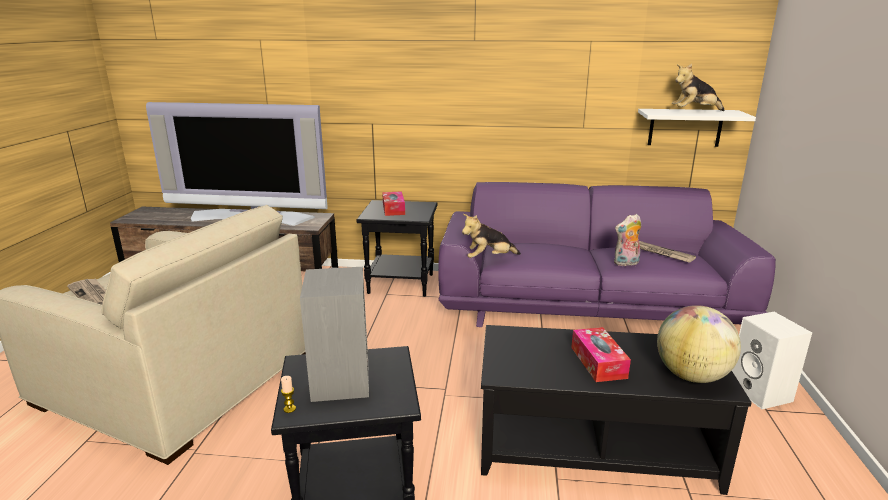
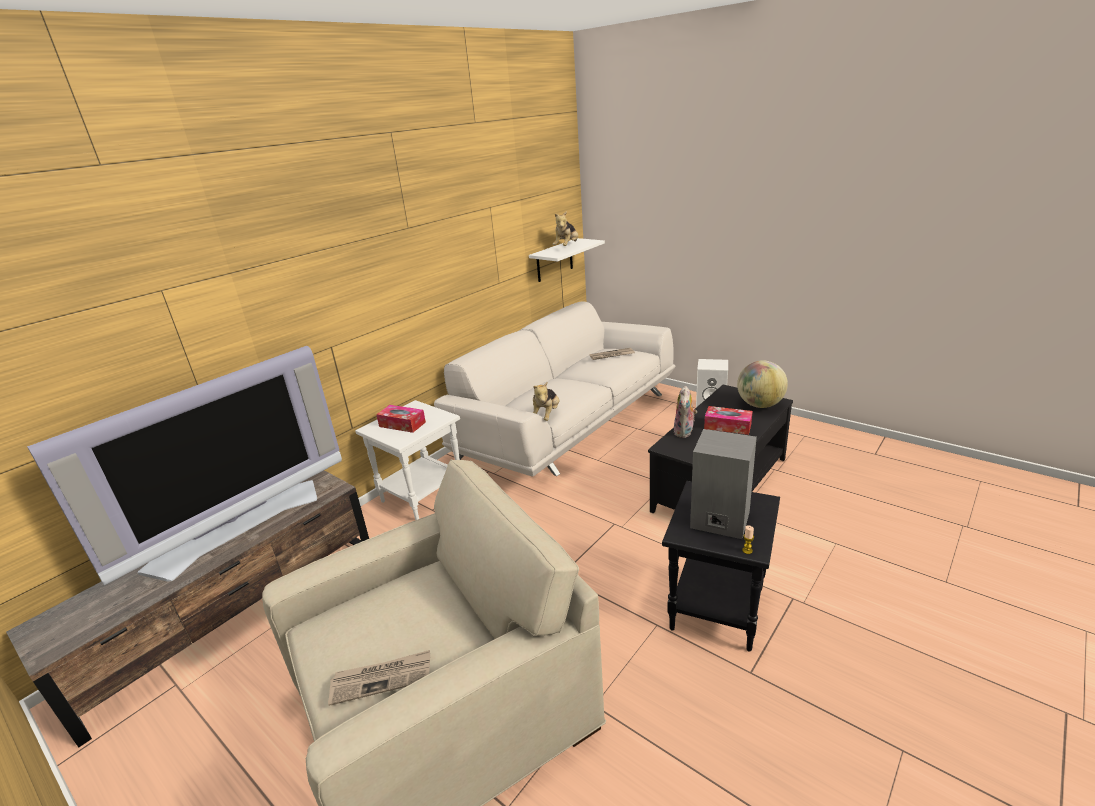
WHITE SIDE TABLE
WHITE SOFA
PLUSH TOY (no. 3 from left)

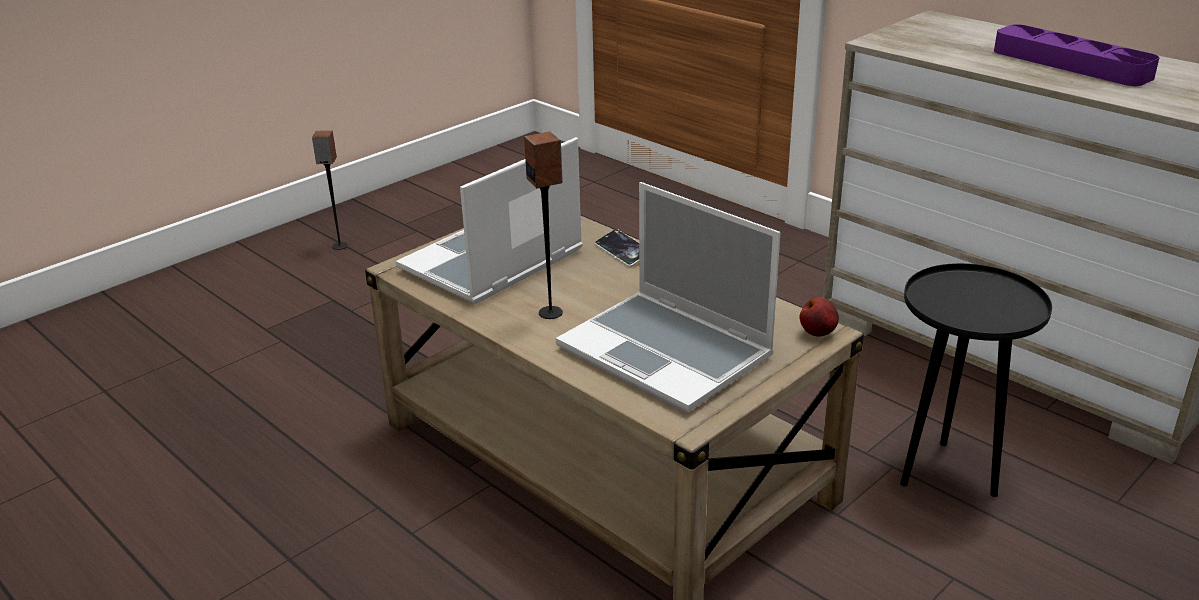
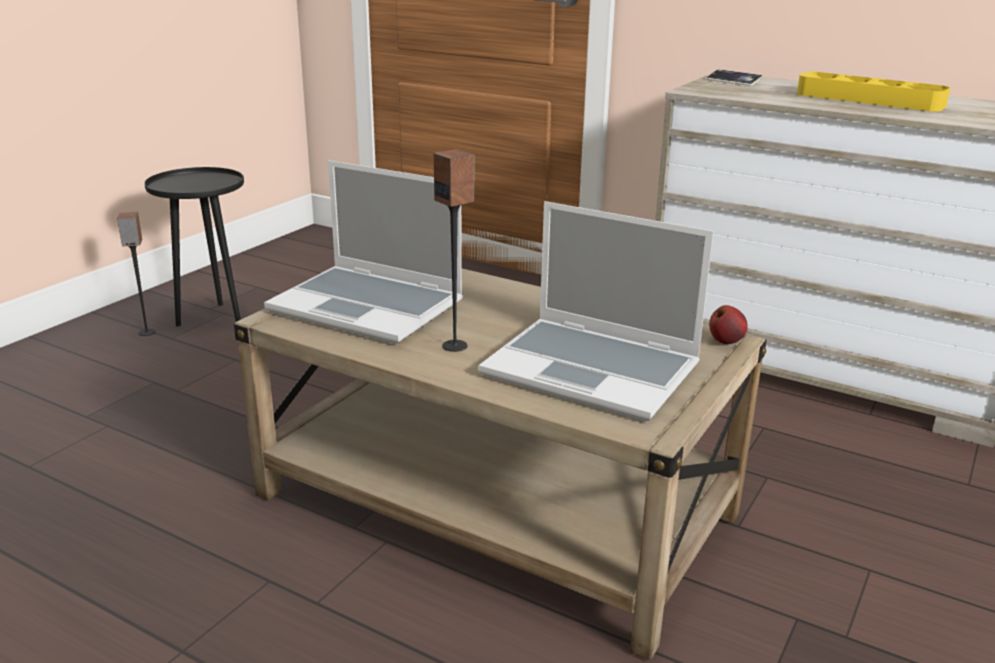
LAPTOP (no. 1 from left)
PHONE
BLACK SIDE TABLE
YELLOW TRAY

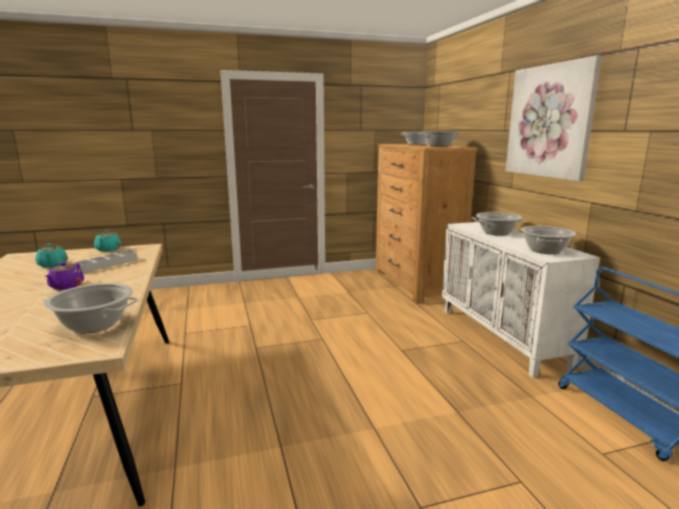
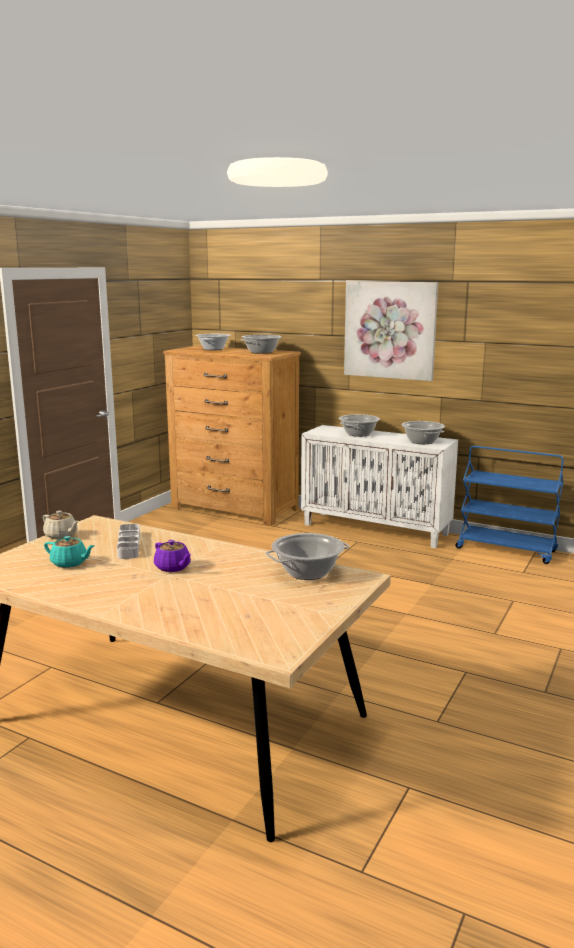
BEIGE TEAPOT

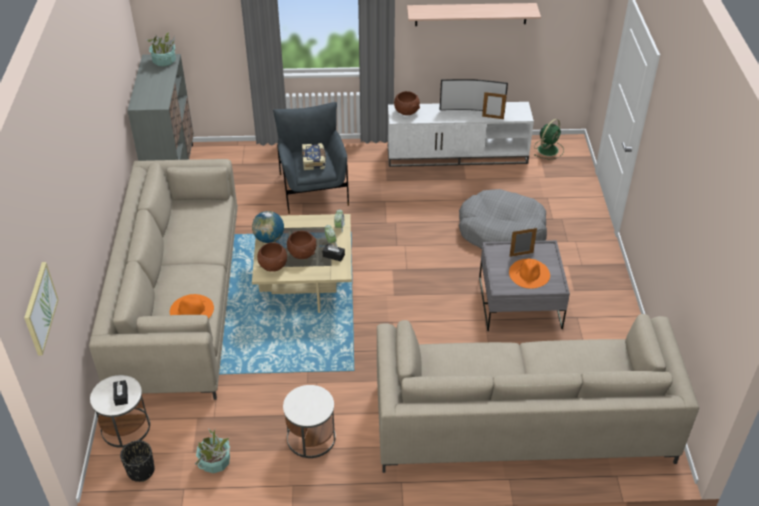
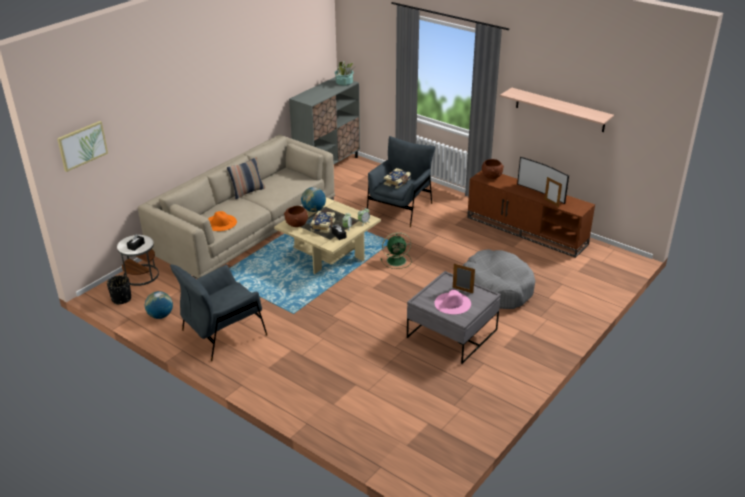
GLOBE (no. 1 from left)
GREY ARMCHAIR (no. 1 from left)
BOOK (no. 1 from left)
BEIGE SOFA (no. 2 from left in the first image)
BROWN TV STAND
PINK HAT
GREEN FAN
PILLOW

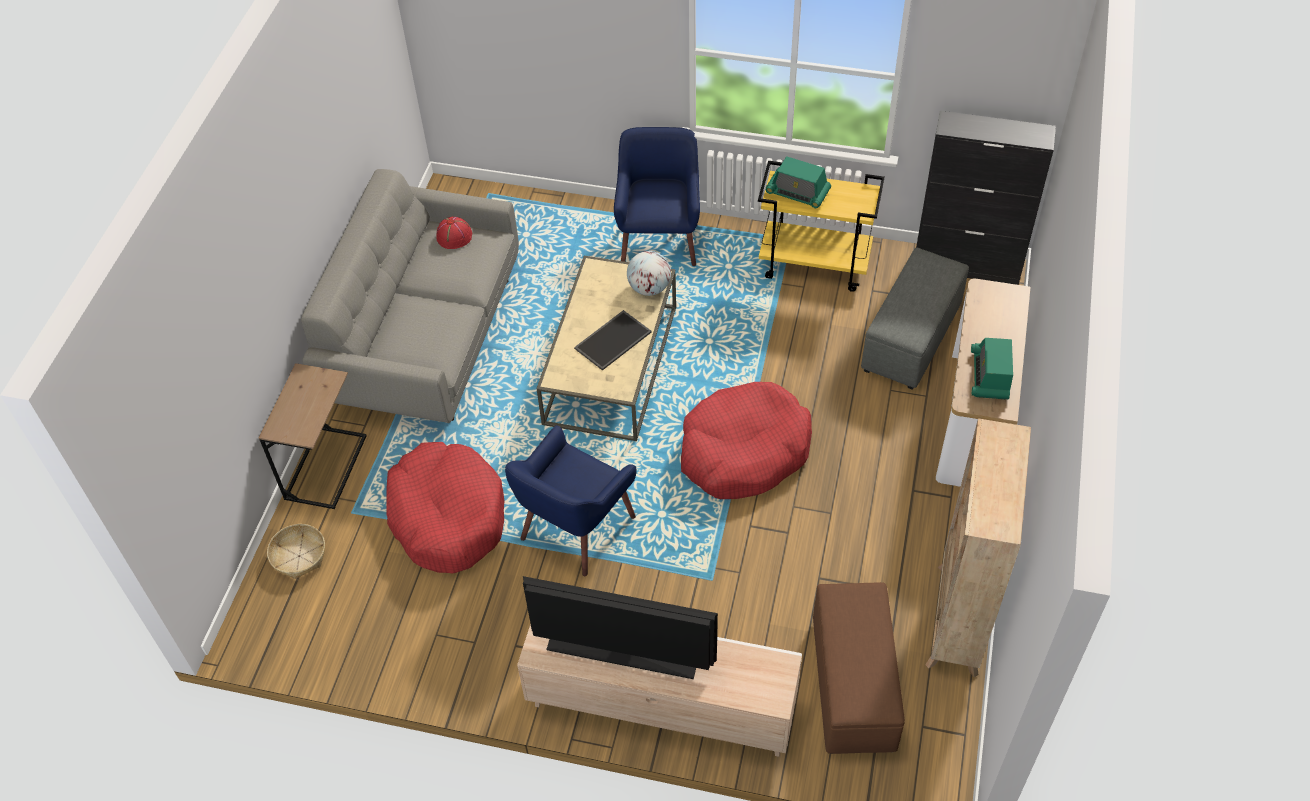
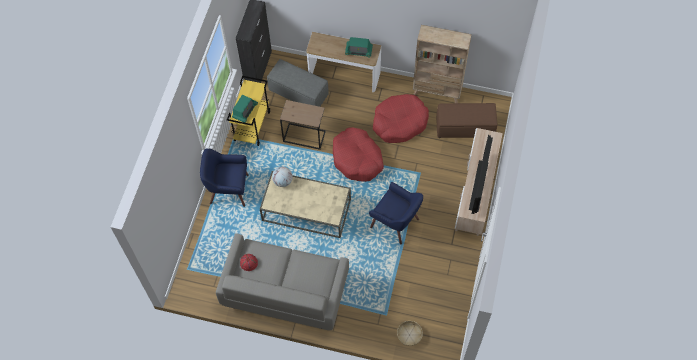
BROWN SIDE TABLE
RED DOG BED (no. 2 from left)
TRAY

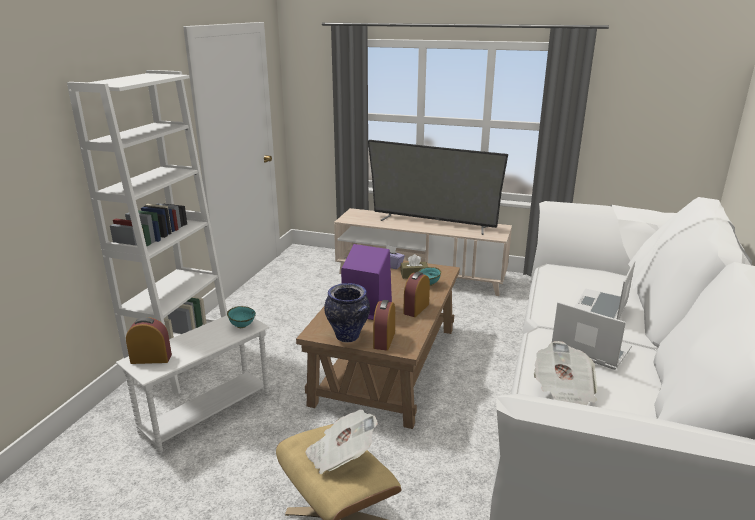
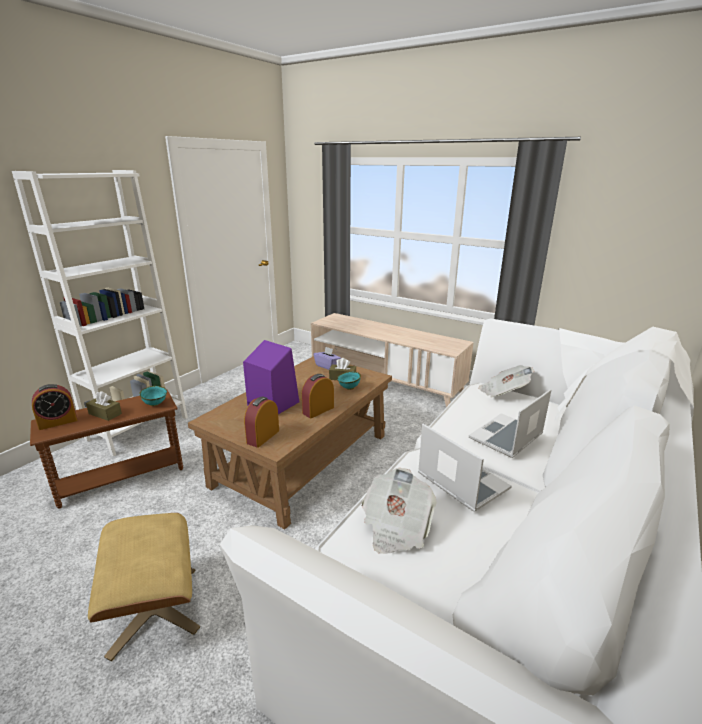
BROWN SIDE TABLE
ALARM CLOCK (no. 1 from left)
NEWSPAPER (no. 2 from left)
VASE
TELEVISION
BROWN TISSUE BOX (no. 1 from left)

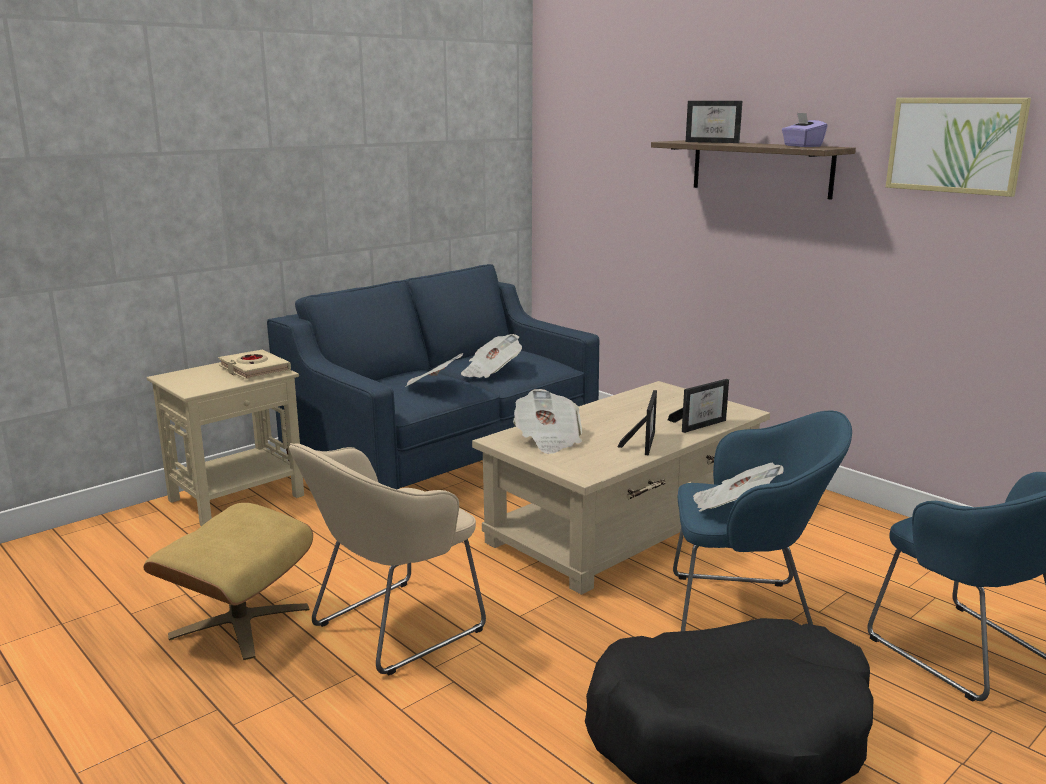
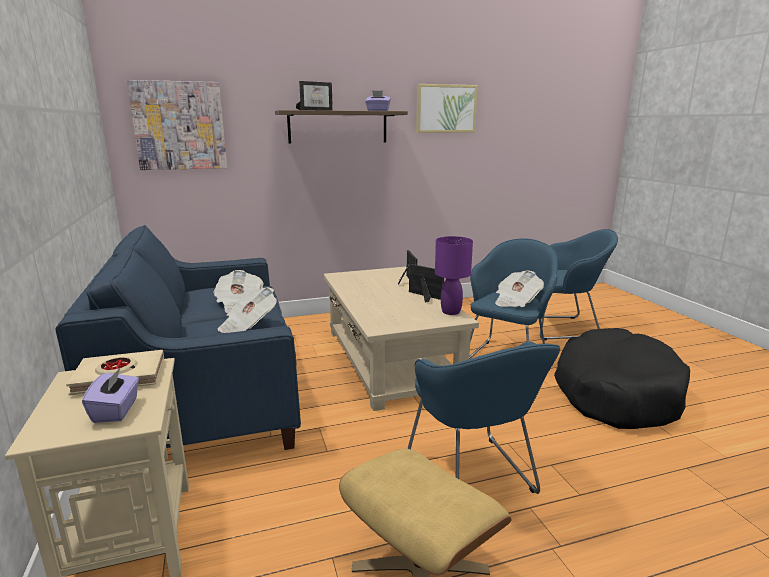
BLUE ARMCHAIR (no. 1 from left)
NEWSPAPER (no. 3 from left in the first image)
PURPLE TISSUE BOX (no. 1 from left)
PICTURE (no. 1 from left)
PURPLE TABLE LAMP

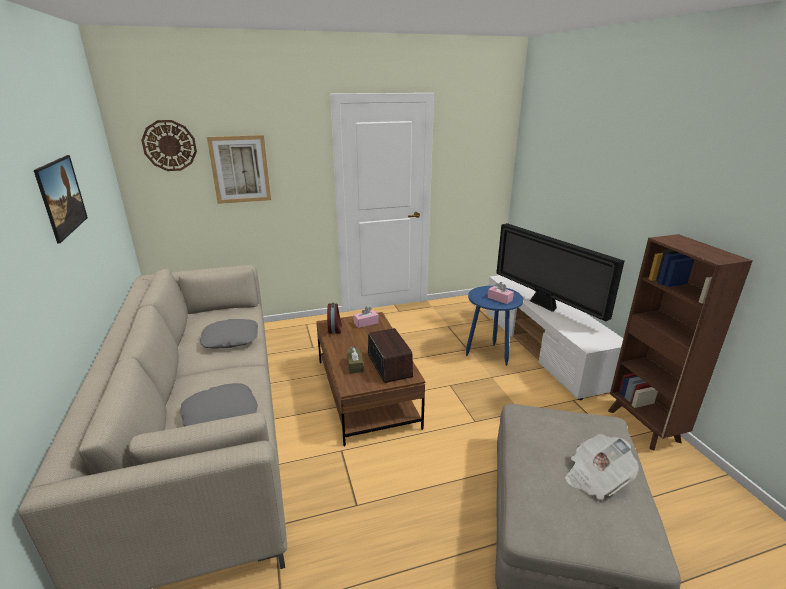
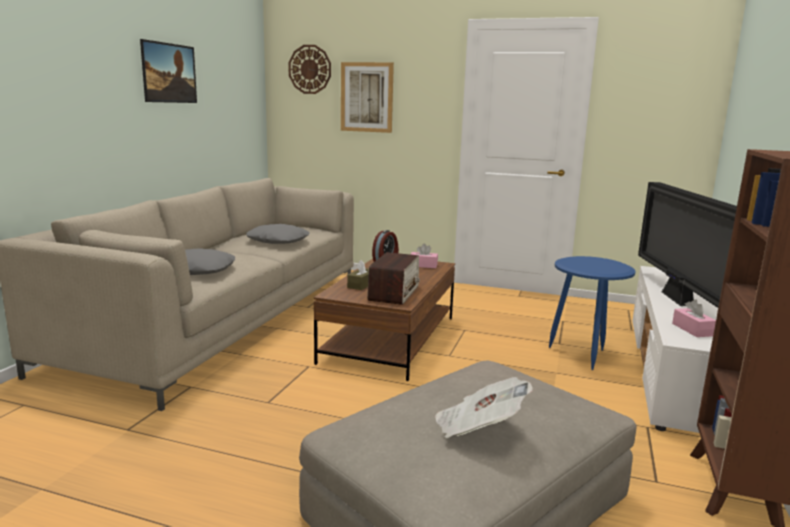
PINK TISSUE BOX (no. 2 from left)

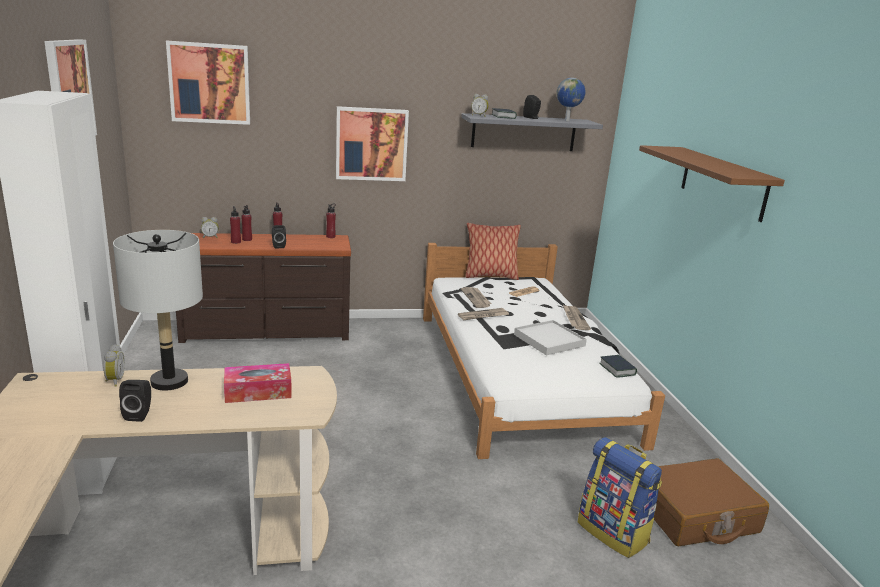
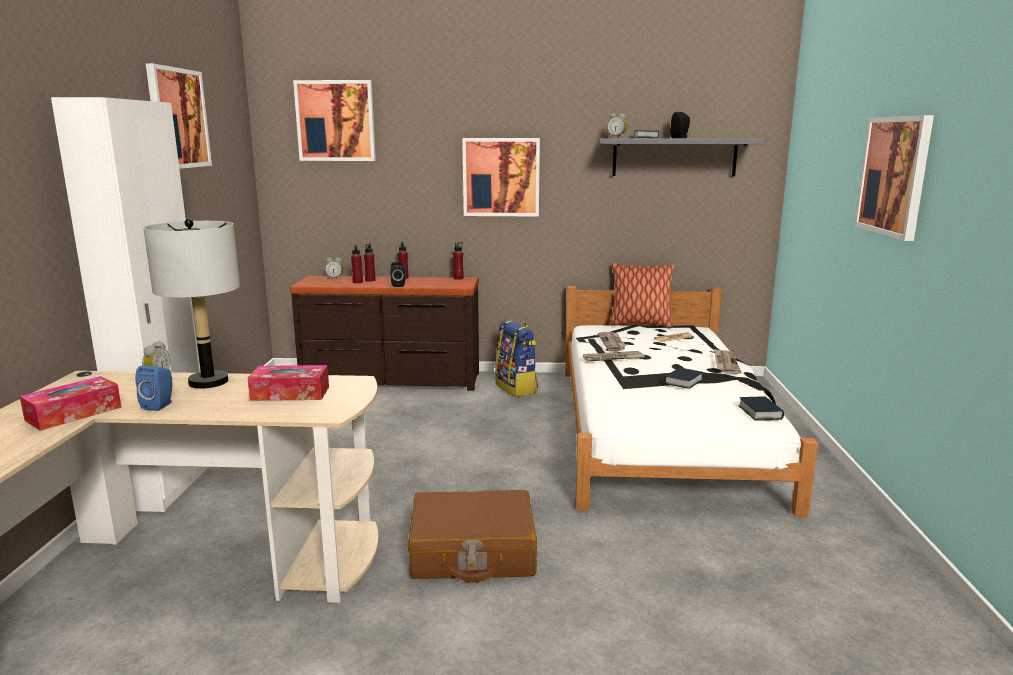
BLUE SPEAKER
BOOK (no. 2 from left)
GLOBE
BACKPACK
PICTURE (no. 4 from left)
BROWN SUITCASE
TISSUE BOX (no. 1 from left)

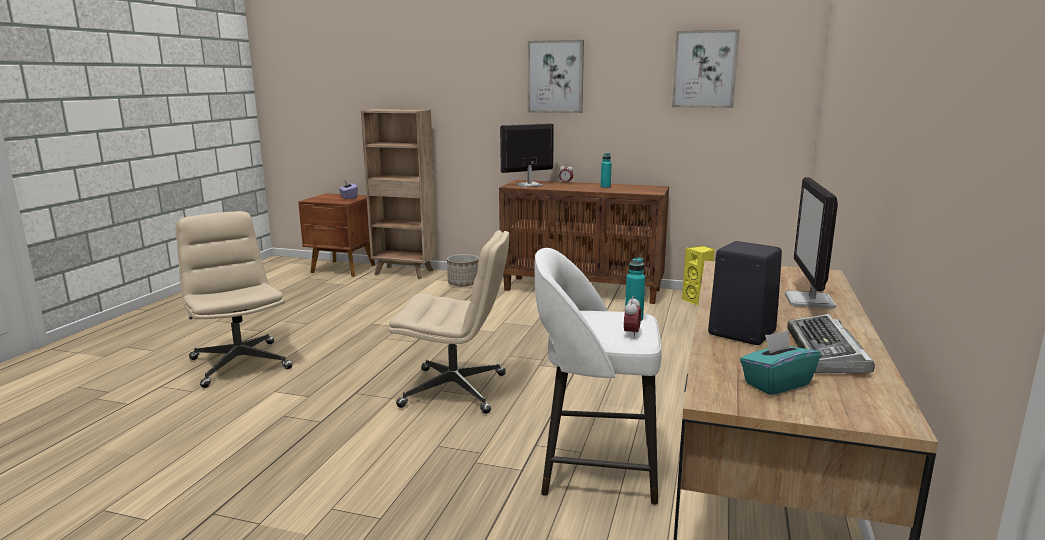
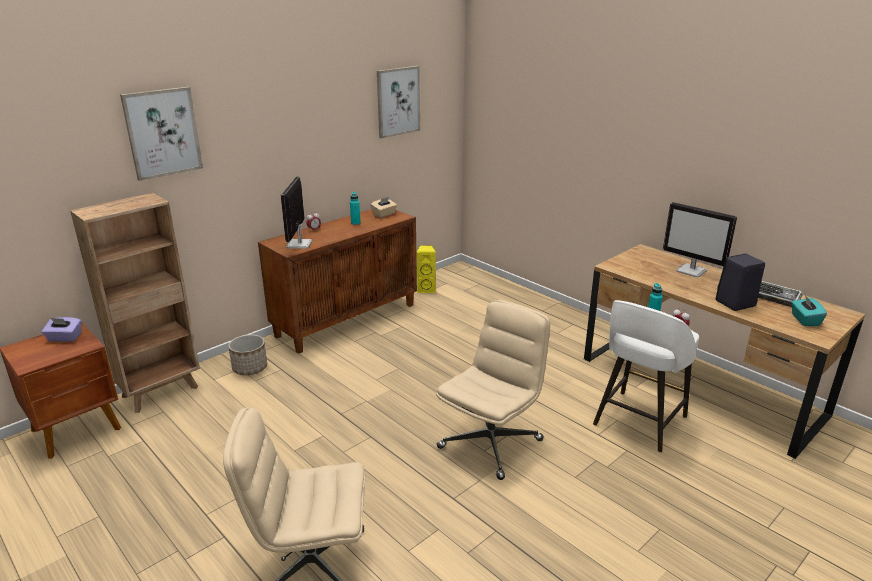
PICTURE (no. 1 from left)
BEIGE TISSUE BOX

